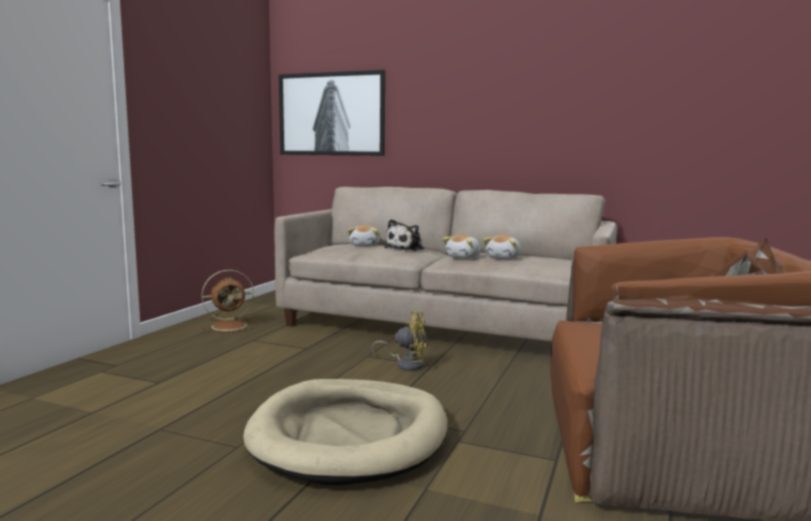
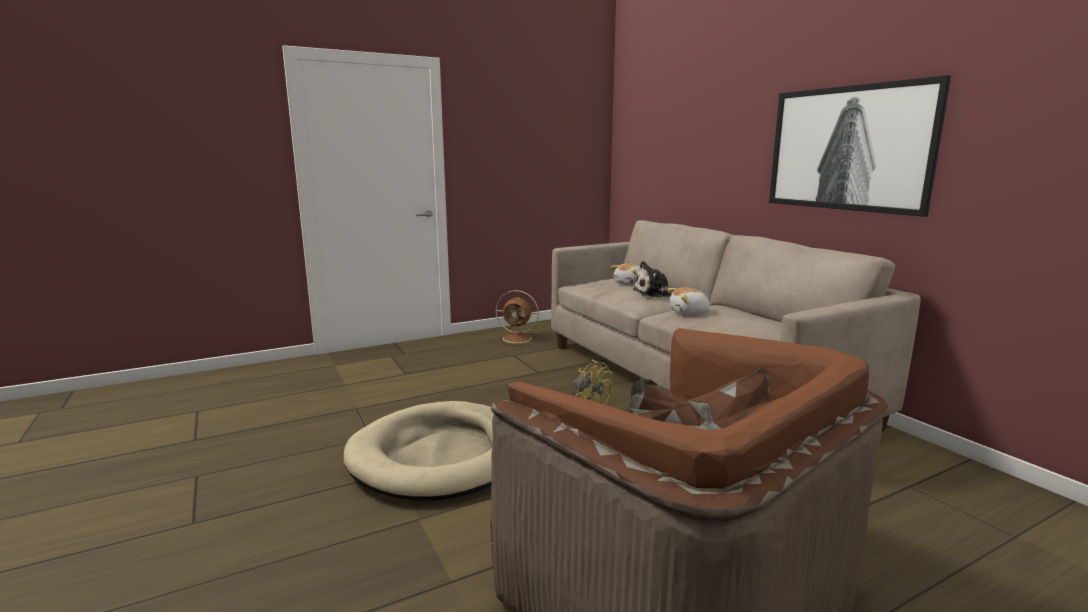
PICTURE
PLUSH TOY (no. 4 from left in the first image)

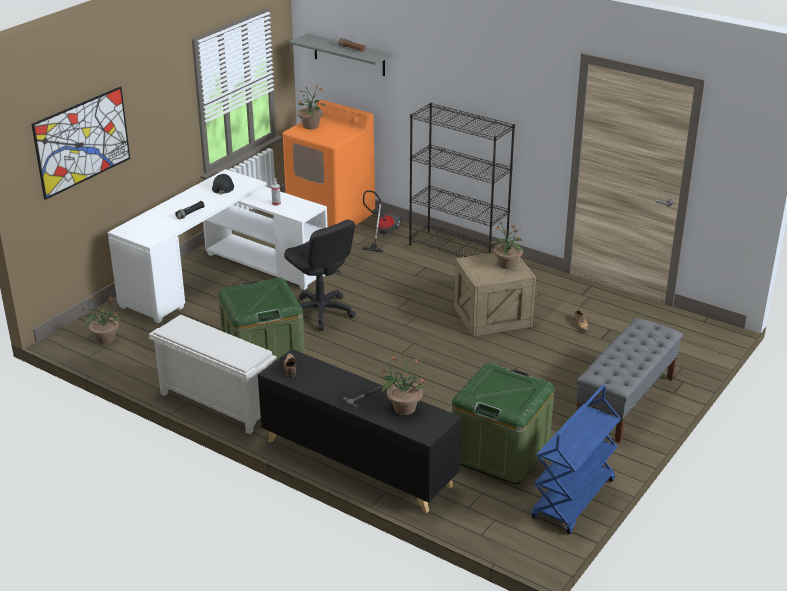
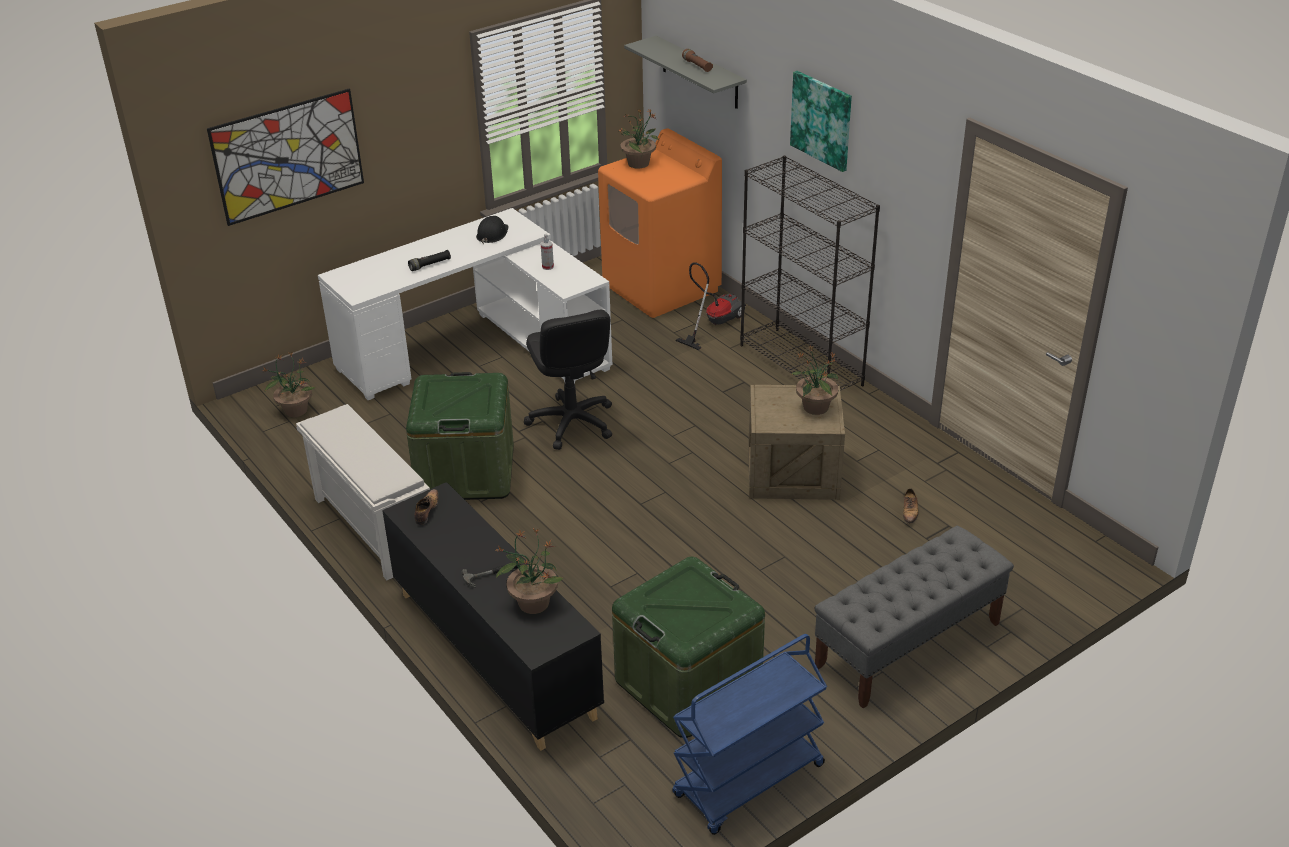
PICTURE (no. 2 from left)

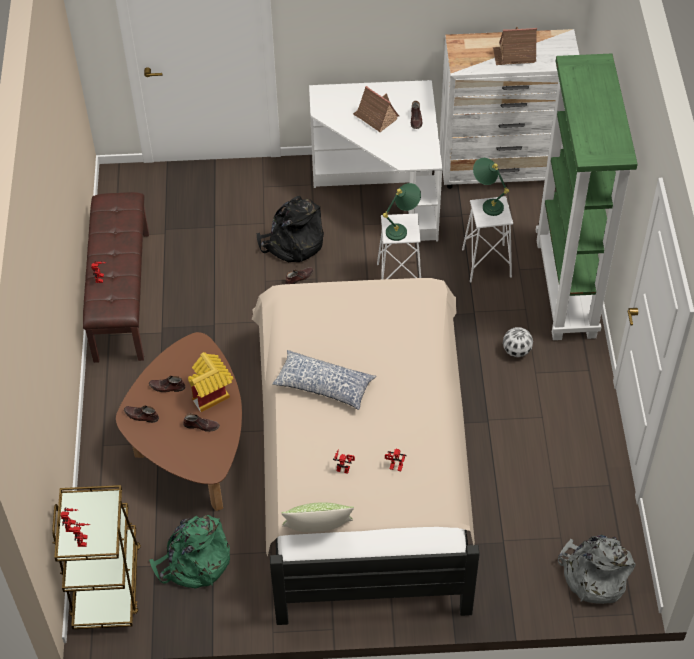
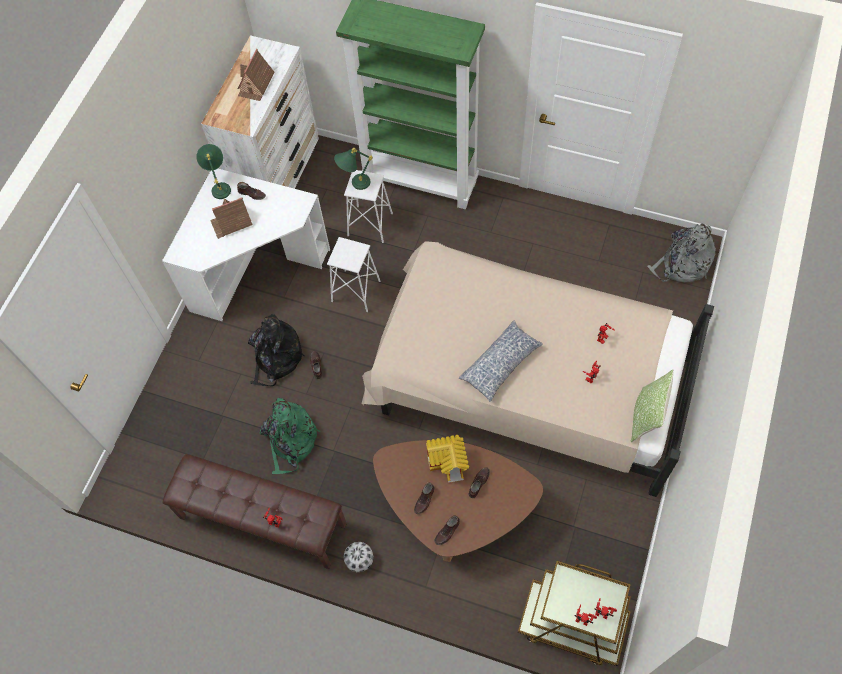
GREEN BACKPACK
GREEN TABLE LAMP (no. 1 from left)
FOOTBALL

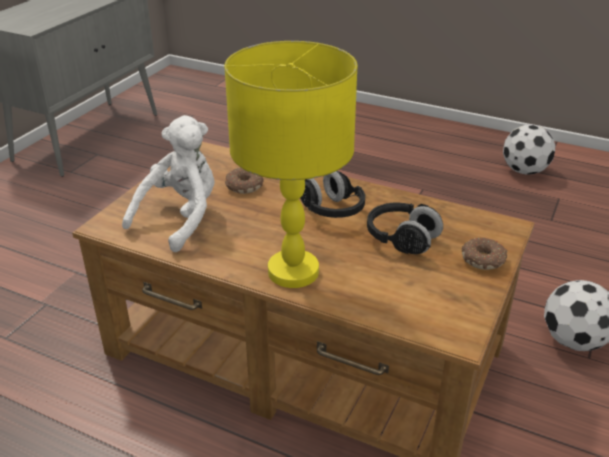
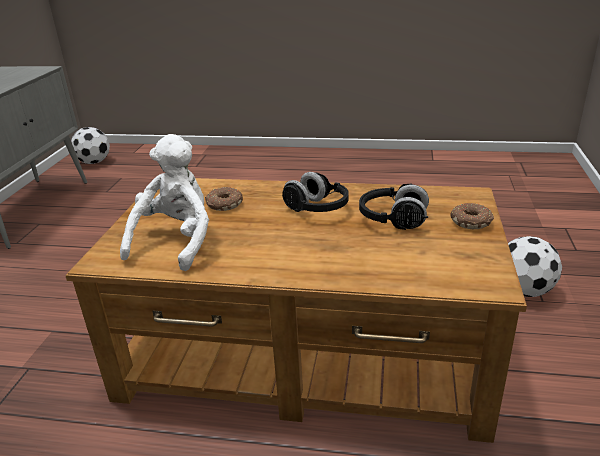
YELLOW TABLE LAMP
FOOTBALL (no. 1 from left)

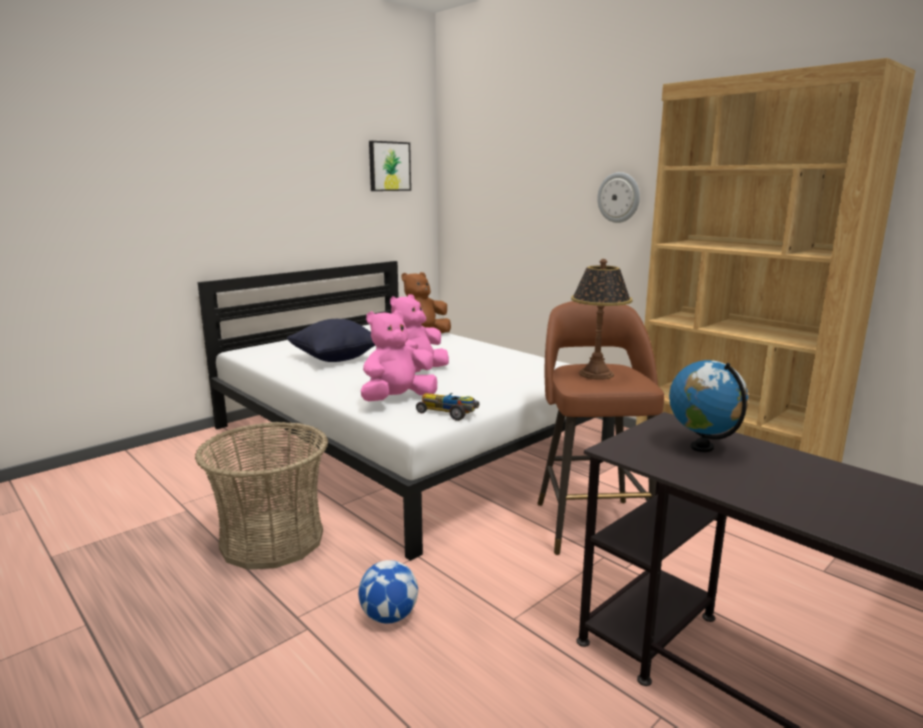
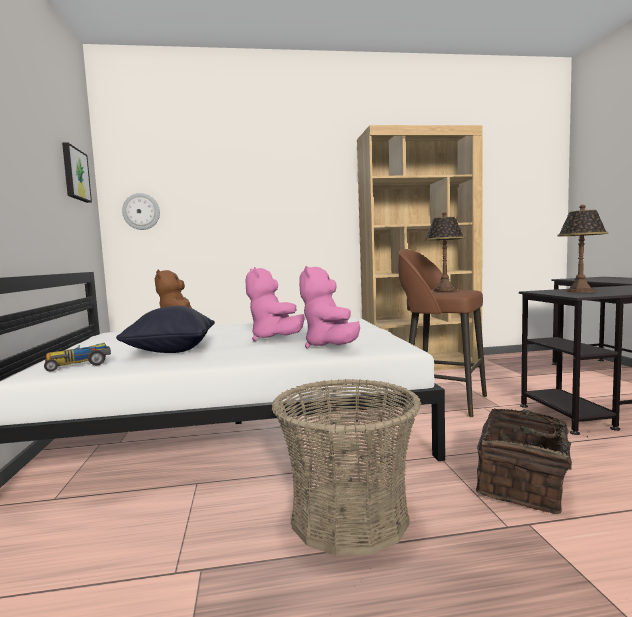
BASKET (no. 2 from left)
TOY CAR
WALL CLOCK
TABLE LAMP (no. 2 from left)

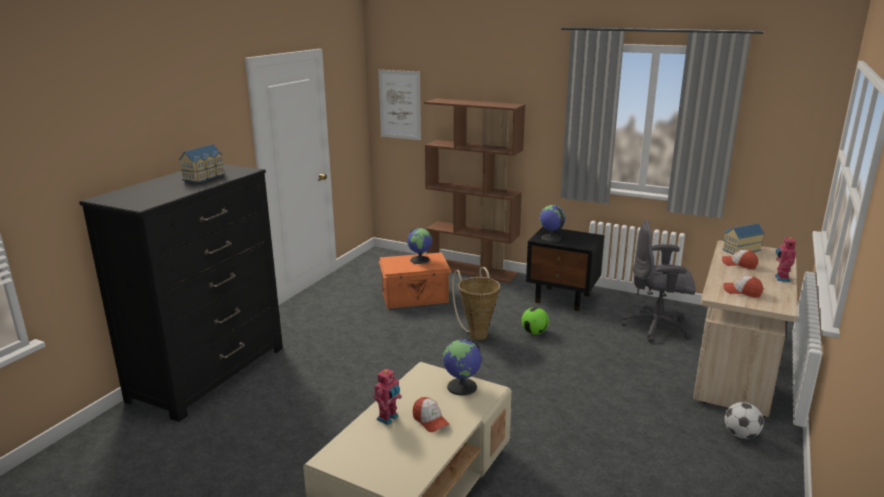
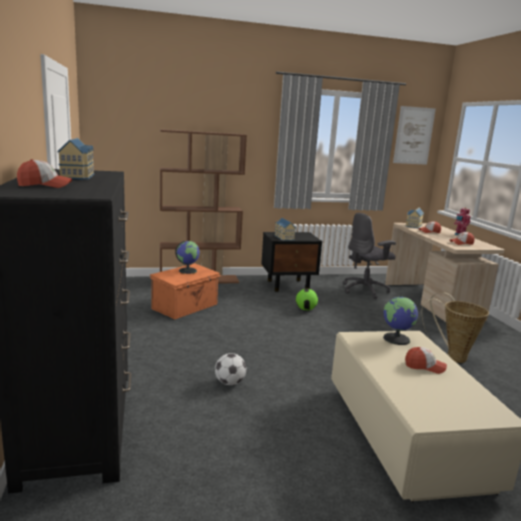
TOY ROBOT (no. 1 from left in the first image)
PICTURE
BASKET
TOY HOUSE (no. 2 from left)
FOOTBALL (no. 1 from left)
CAP (no. 1 from left)

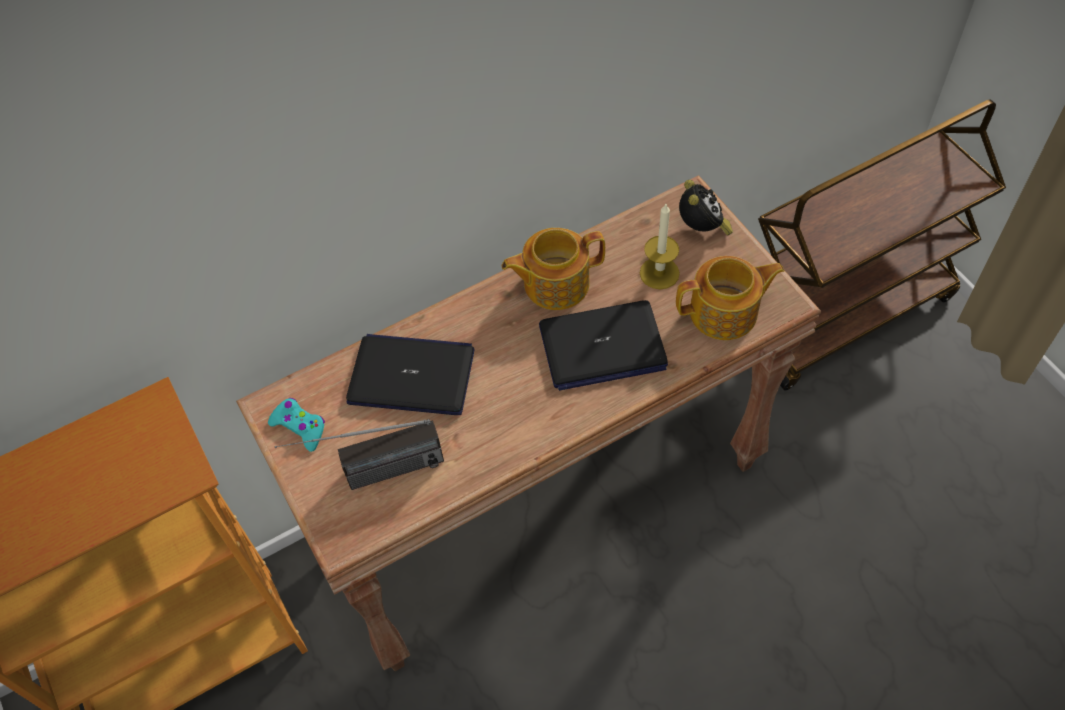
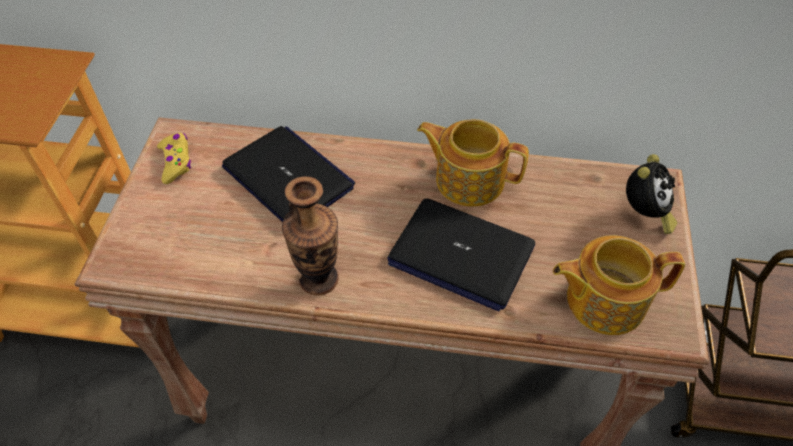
YELLOW GAME CONTROLLER
RADIO
CANDLE
TEAPOT (no. 2 from left)
VASE

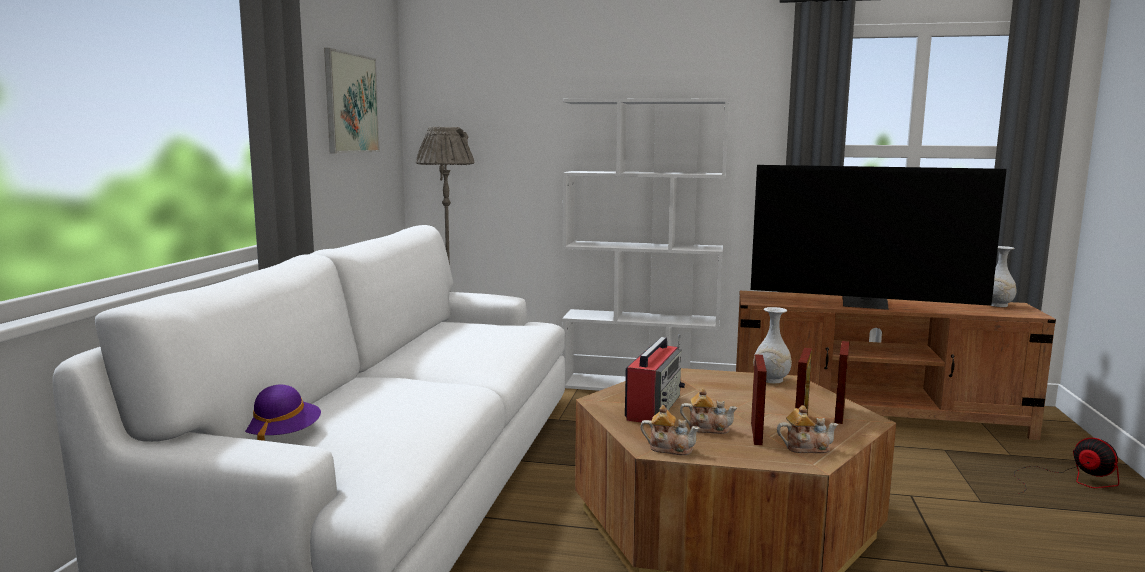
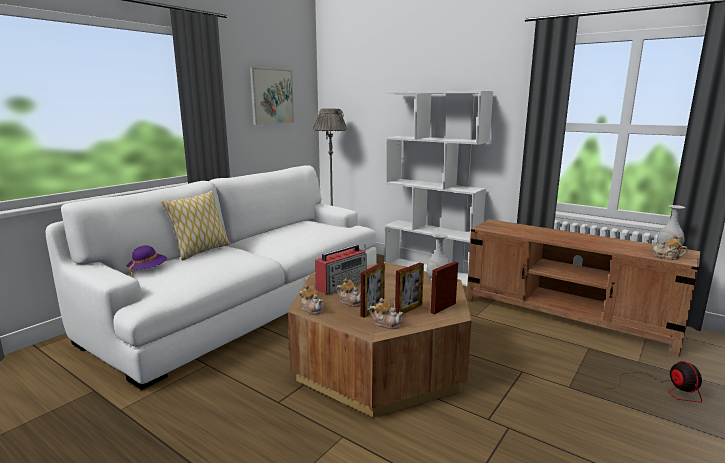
TELEVISION
PILLOW
TEAPOT (no. 4 from left)

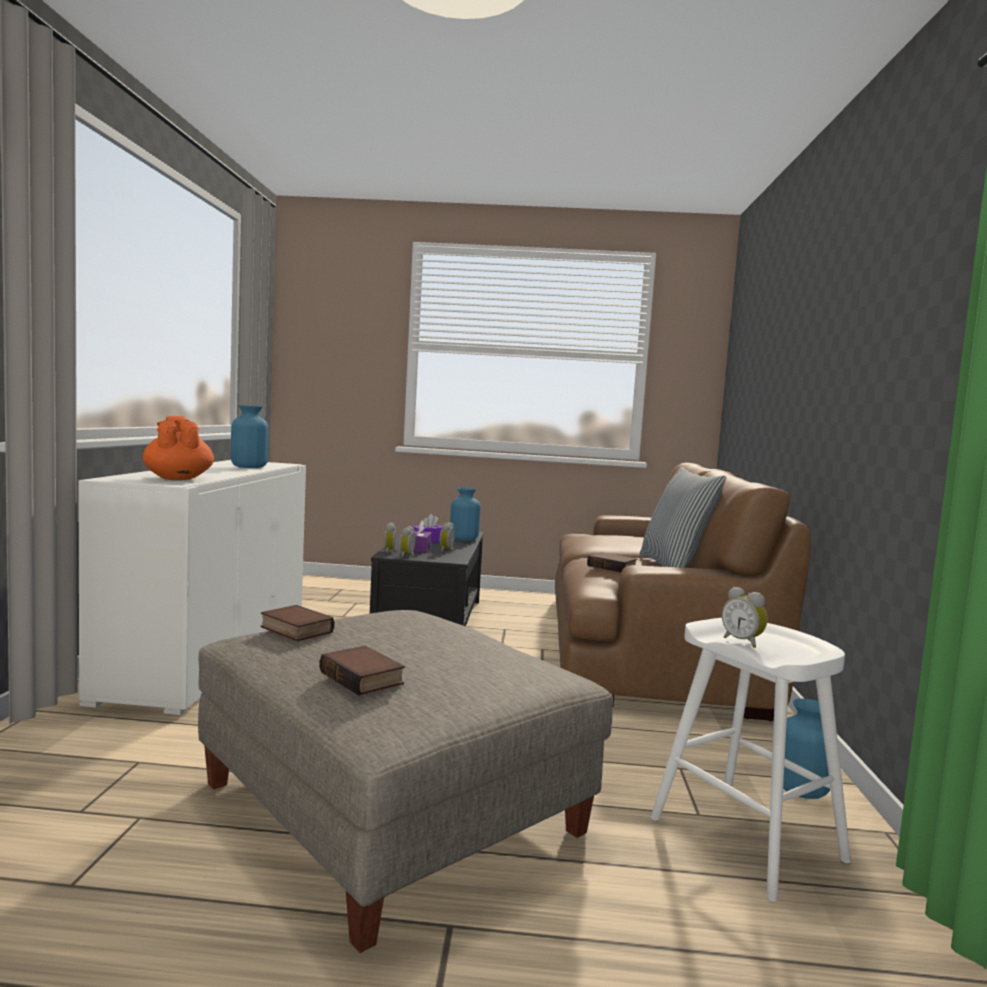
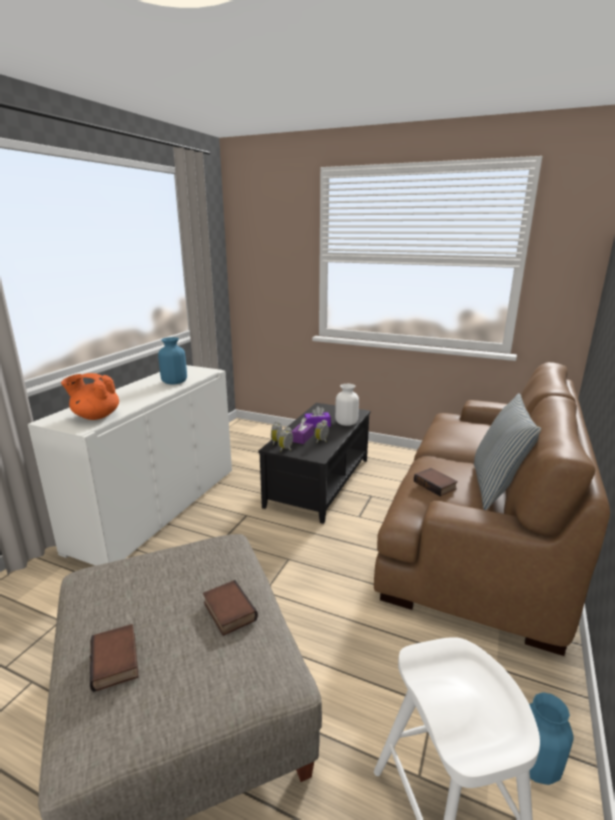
ORANGE TEAPOT
BOOK (no. 2 from left)
WHITE VASE
ALARM CLOCK (no. 4 from left in the first image)

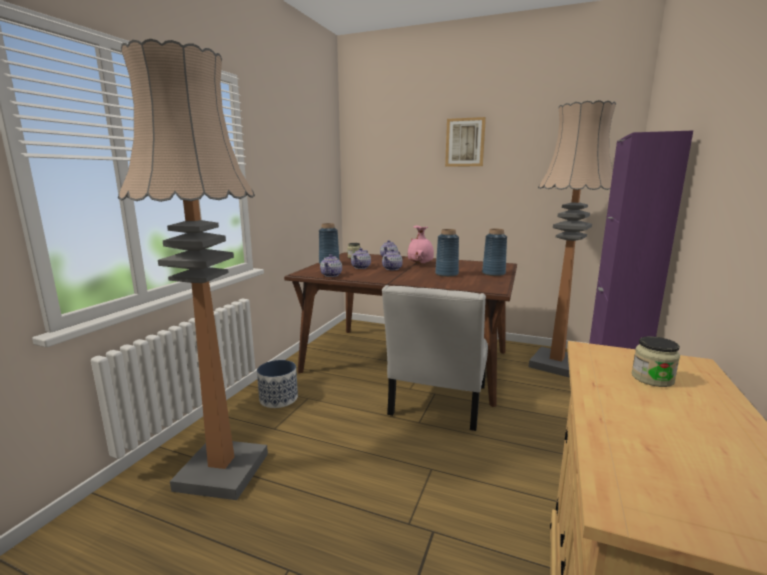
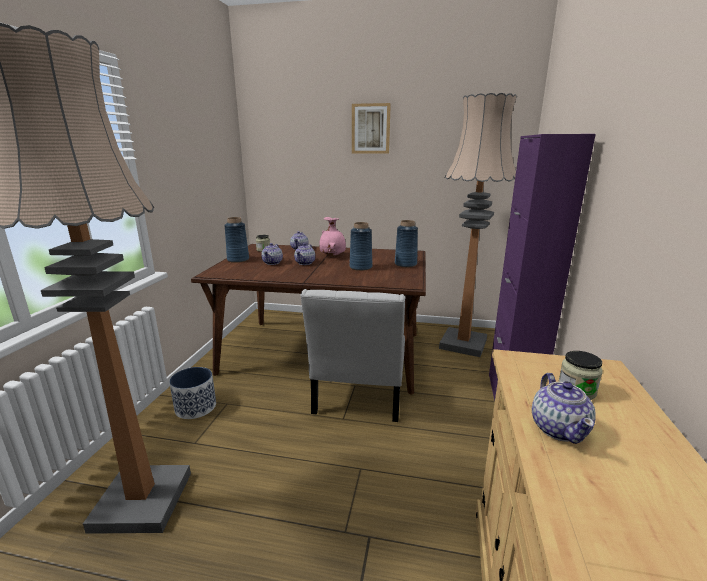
TEAPOT (no. 4 from left)

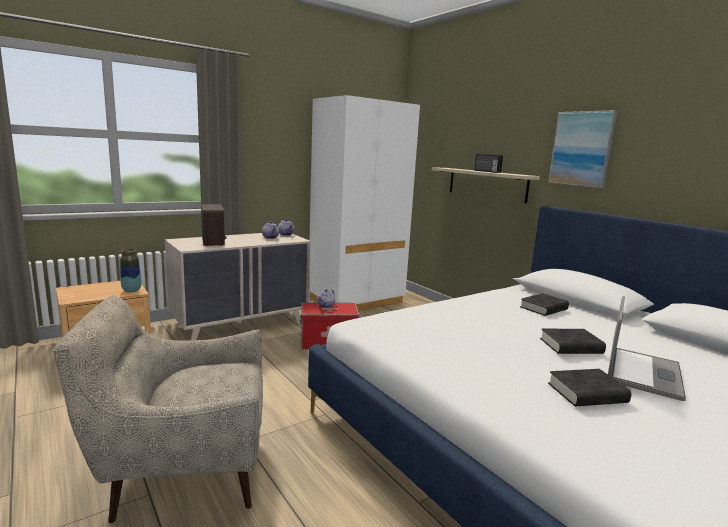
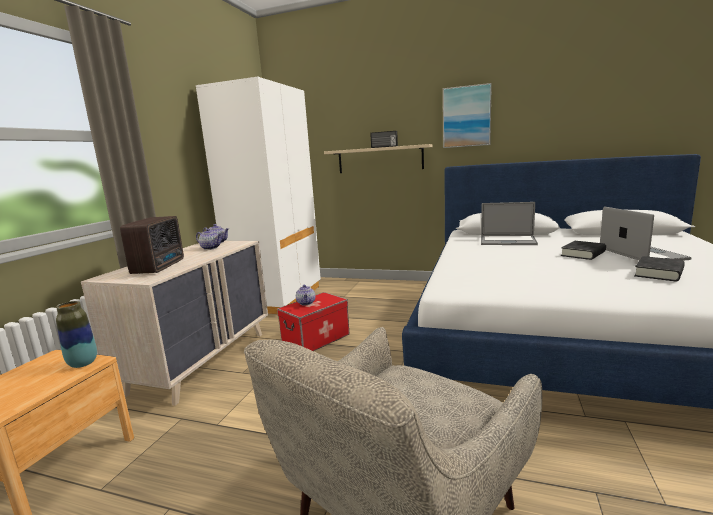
RADIO (no. 1 from left)
LAPTOP (no. 1 from left)

